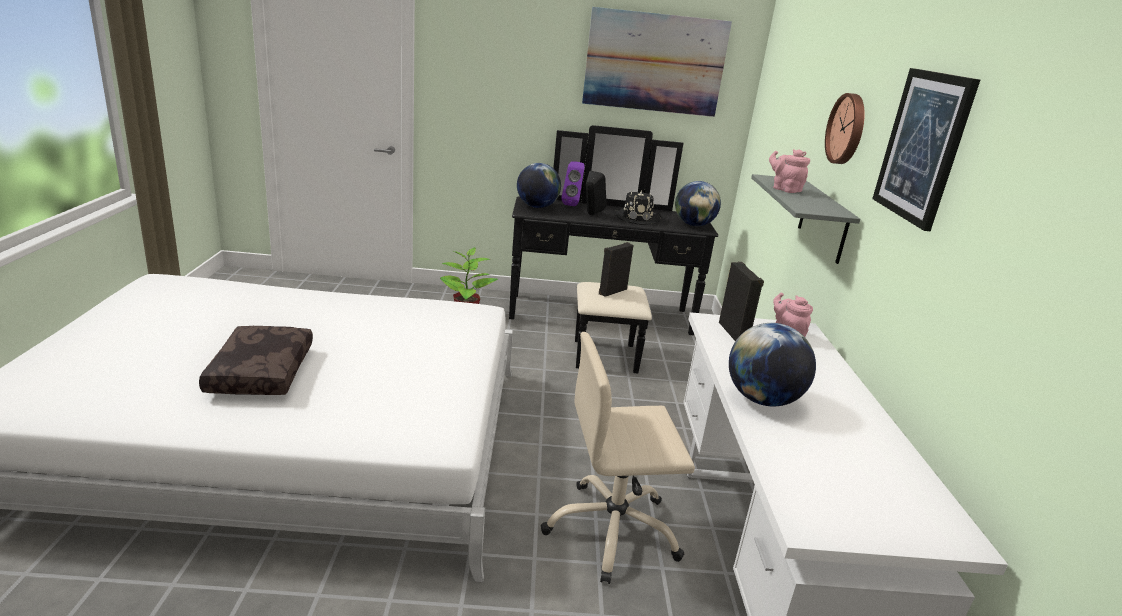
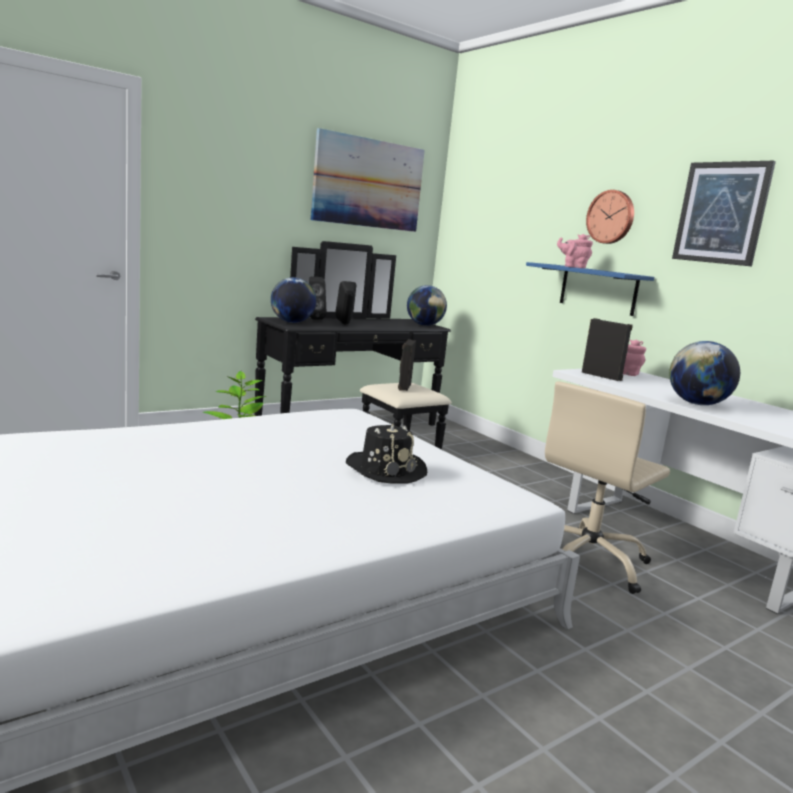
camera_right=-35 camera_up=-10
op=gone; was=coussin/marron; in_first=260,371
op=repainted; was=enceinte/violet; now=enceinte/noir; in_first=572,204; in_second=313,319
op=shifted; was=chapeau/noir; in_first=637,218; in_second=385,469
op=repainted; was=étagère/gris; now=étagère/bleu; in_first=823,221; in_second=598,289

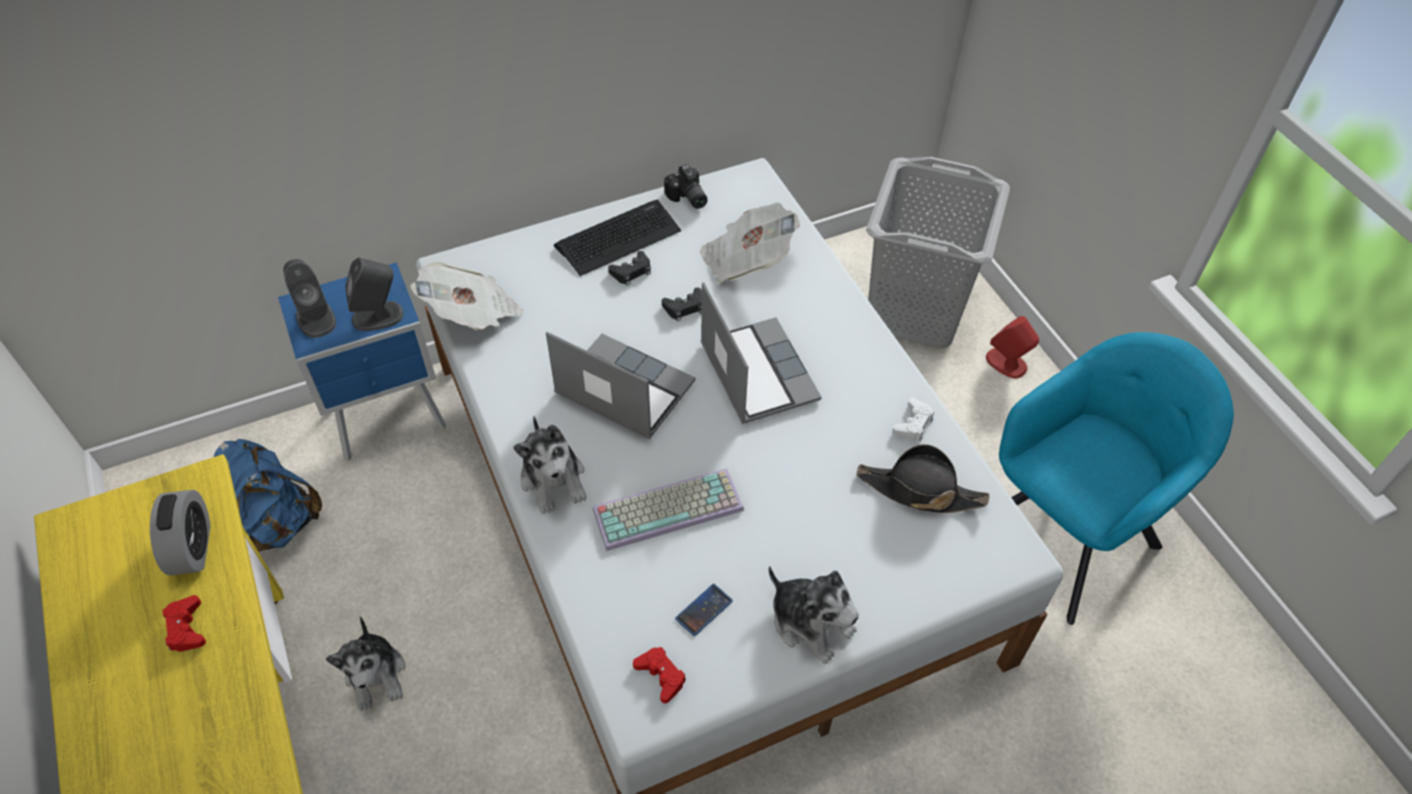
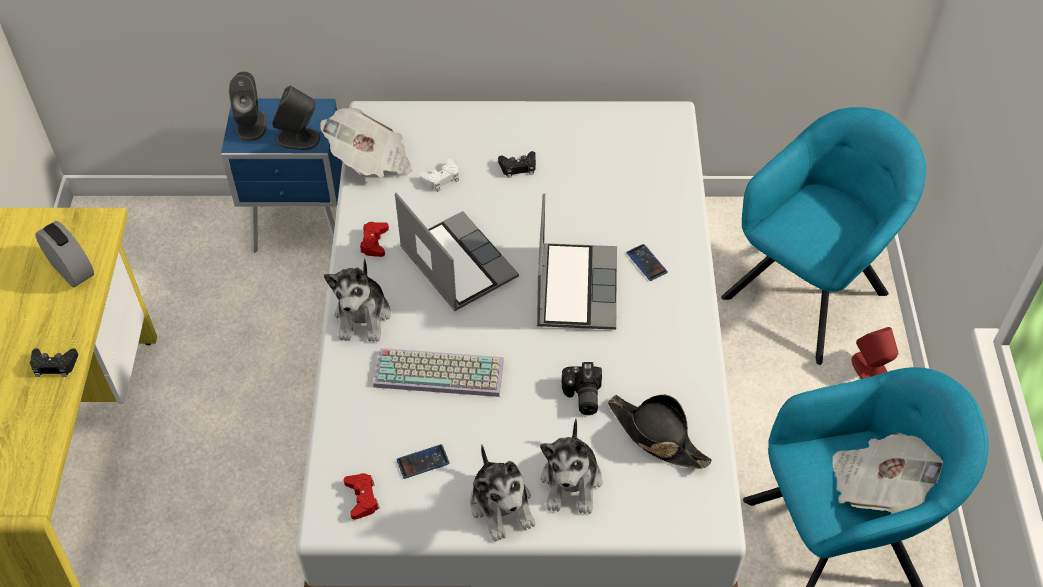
camera_right=25 camera_up=0
op=rotated; was=réveil; in_first=192,548; in_second=71,270; clockwise=-60
op=shifted; was=manette/rouge; in_first=186,628; in_second=374,242
op=gone; was=sac à dos/bleu; in_first=273,525
op=shifted; was=peluche; in_first=376,675; in_second=571,482
op=gone; was=clavier; in_first=618,238
op=shifted; was=manette/noir; in_first=685,308; in_second=54,365
op=shifted; was=appareil photo; in_first=687,198; in_second=581,396
op=shifted; was=journal; in_first=746,260; in_second=878,484
op=swapped; was=panier à linge/gris; now=fauteuil/turquoise; in_first=916,310; in_second=809,291
op=shifted; was=manette/blanc; in_first=913,424; in_second=441,178
op=new; now=téléphone; in_second=646,263

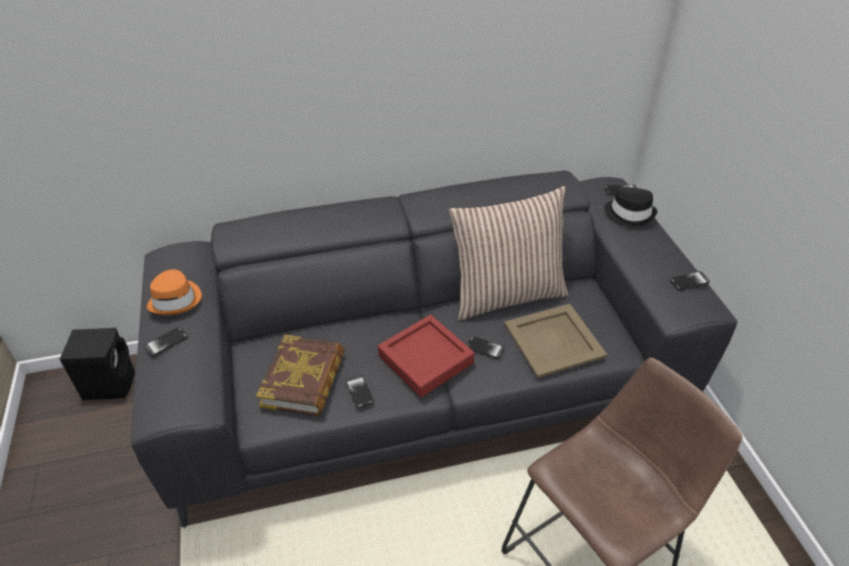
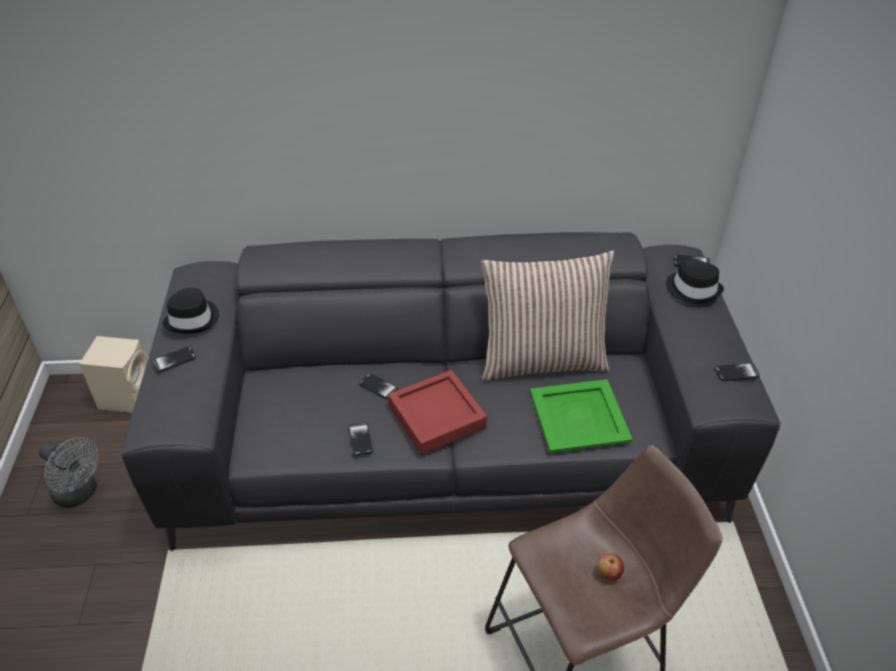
camera_right=10 camera_up=0
op=repainted; was=enceinte/noir; now=enceinte/beige; in_first=110,383; in_second=128,396
op=repainted; was=chapeau/orange; now=chapeau/noir; in_first=176,300; in_second=193,319
op=gone; was=livre; in_first=304,380
op=shifted; was=téléphone; in_first=485,348; in_second=378,387
op=repainted; was=plateau/beige; now=plateau/vert; in_first=554,339; in_second=580,415
op=new; now=ventilateur/gris; in_second=80,494
op=new; now=pomme; in_second=609,574

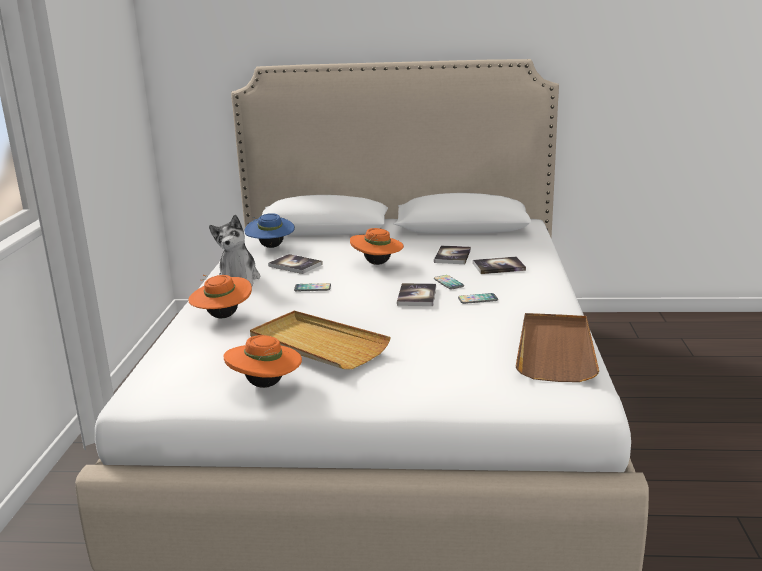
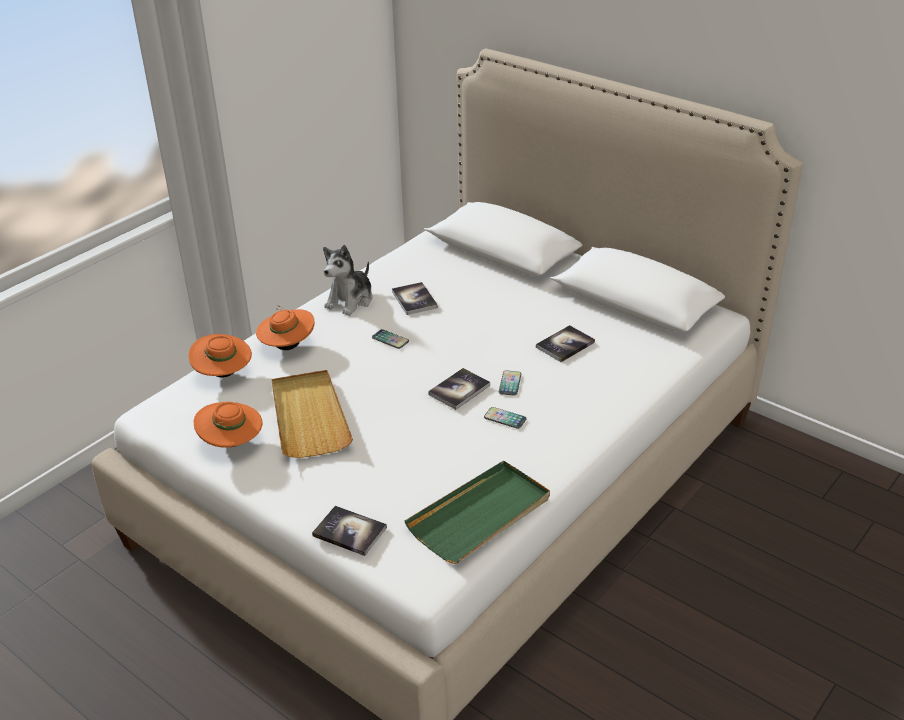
camera_right=35 camera_up=15
op=gone; was=chapeau/bleu; in_first=271,247
op=shifted; was=chapeau/orange; in_first=377,264; in_second=223,374
op=shifted; was=livre; in_first=498,267; in_second=349,532
op=repainted; was=plateau/marron; now=plateau/vert; in_first=555,350; in_second=480,515

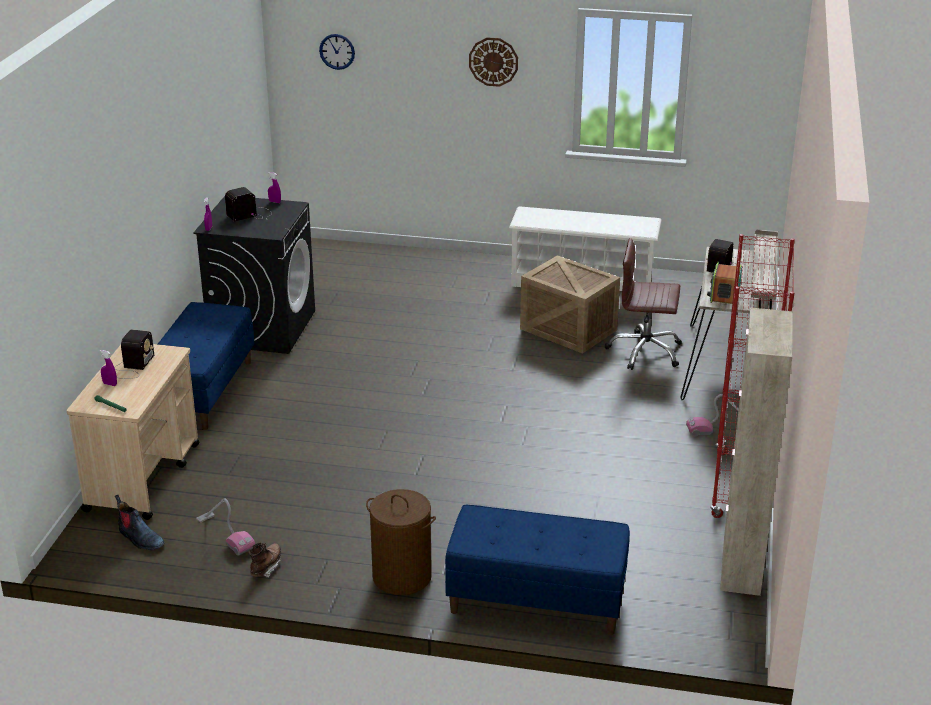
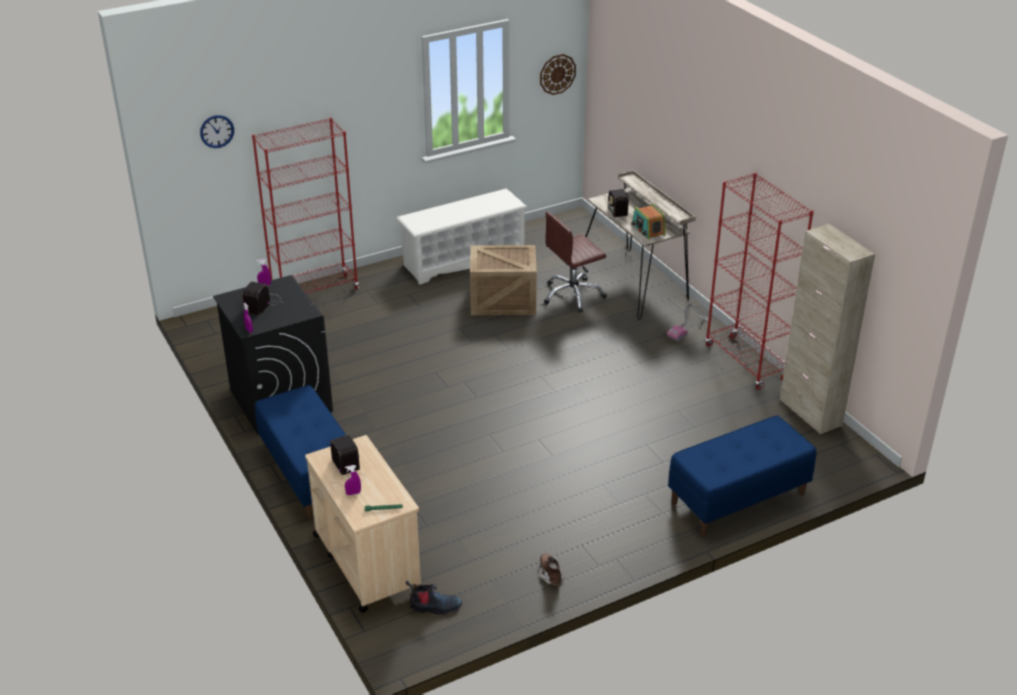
camera_right=-40 camera_up=5
op=gone; was=aspirateur; in_first=225,534
op=gone; was=panier à linge/marron; in_first=402,577
op=shifted; was=horloge murale; in_first=493,61; in_second=557,74
op=new; now=bibliothèque/rouge; in_second=315,292

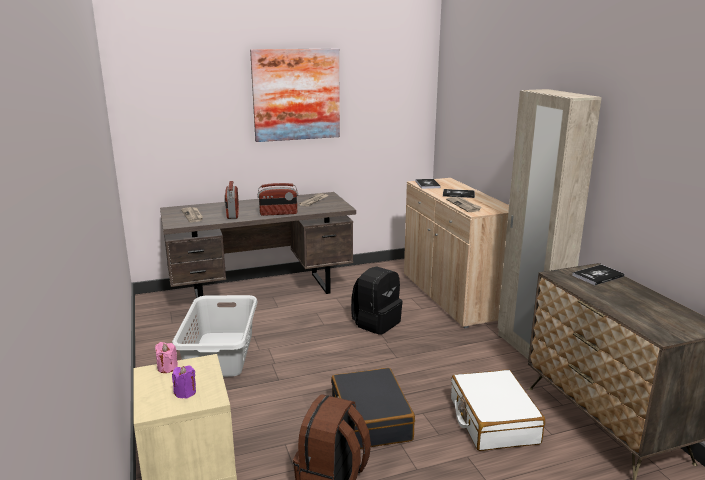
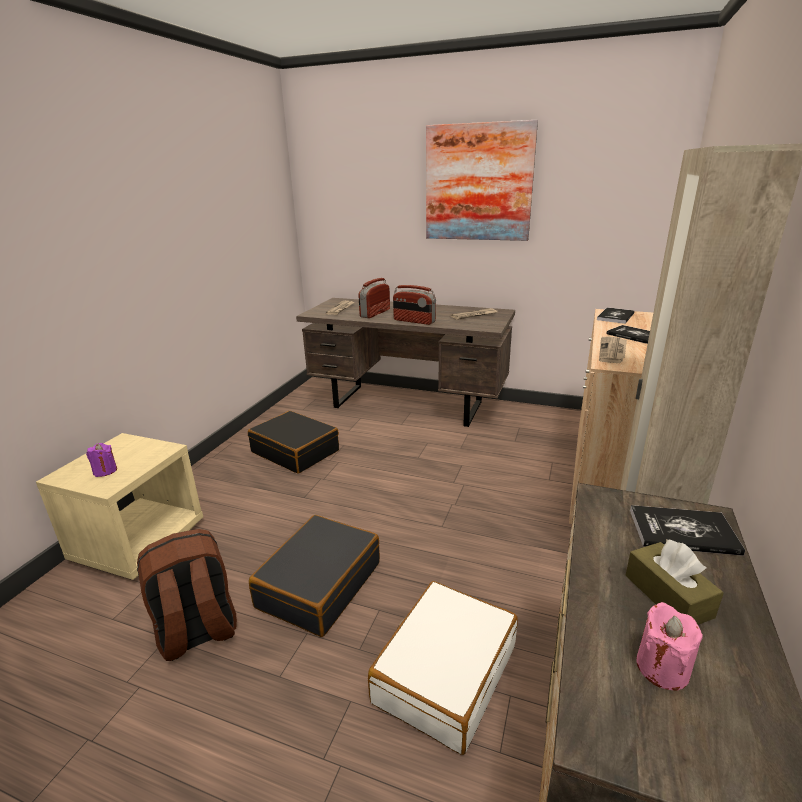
camera_right=40 camera_up=5
op=shifted; was=bougie/rose; in_first=167,368; in_second=662,668
op=swapped; was=panier à linge/gris; now=valise/noir; in_first=219,354; in_second=295,451
op=gone; was=sac à dos/noir; in_first=376,323
op=new; now=boîte à mouchoirs/marron; in_second=668,596

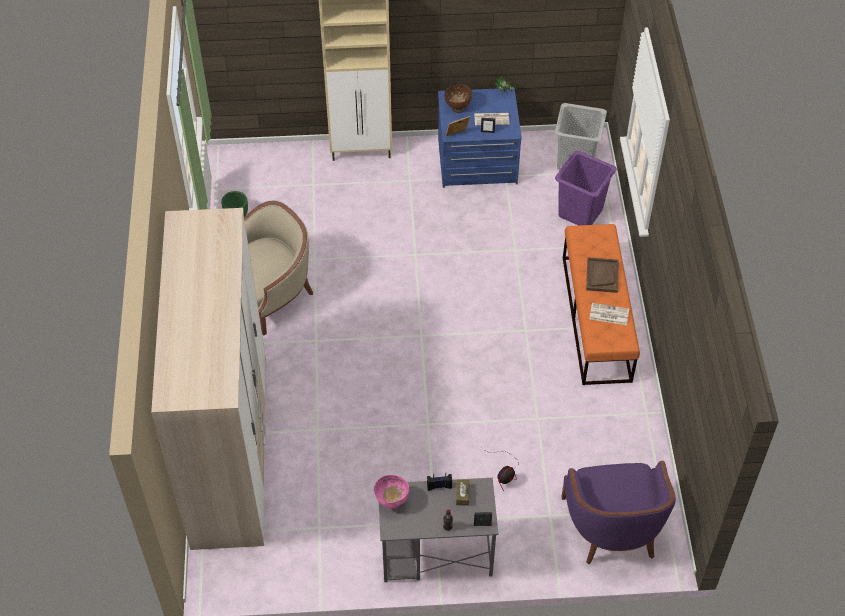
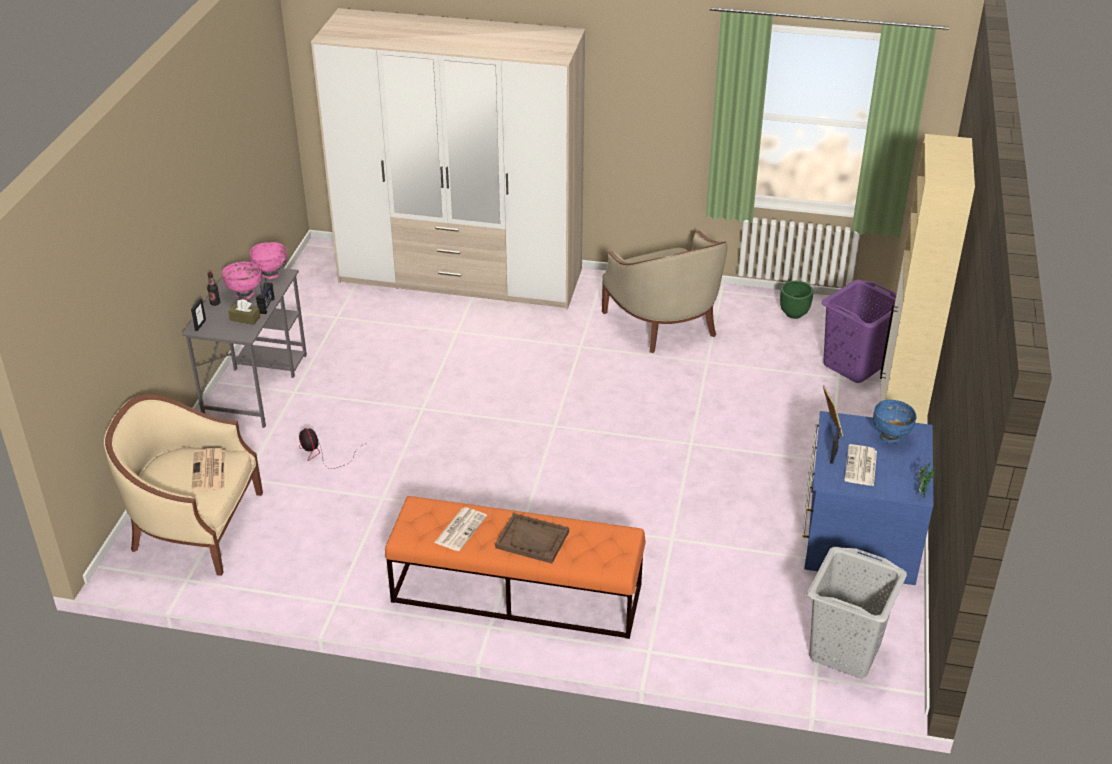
camera_right=105 camera_up=-15
op=repainted; was=bol/marron; now=bol/bleu; in_first=458,108; in_second=890,437
op=shifted; was=panier à linge/violet; in_first=580,212; in_second=853,365
op=repainted; was=fauteuil/violet; now=fauteuil/beige; in_first=613,526; in_second=195,527
op=new; now=journal; in_second=209,471
op=new; now=bol/rose; in_second=245,294

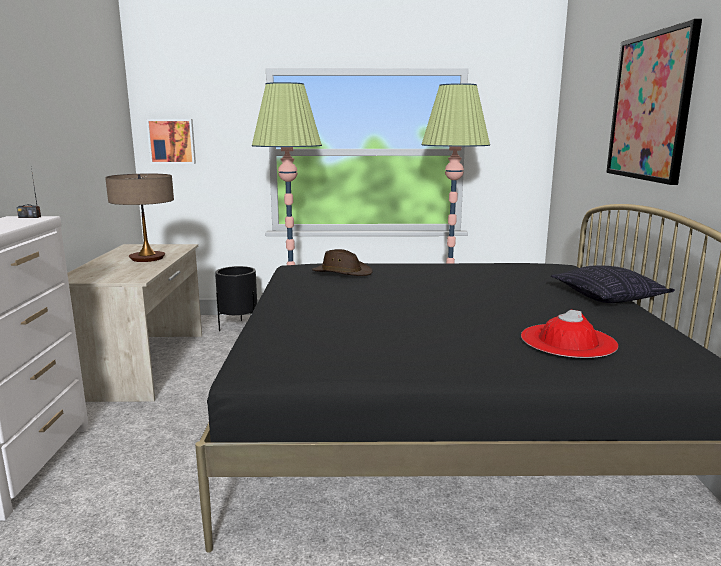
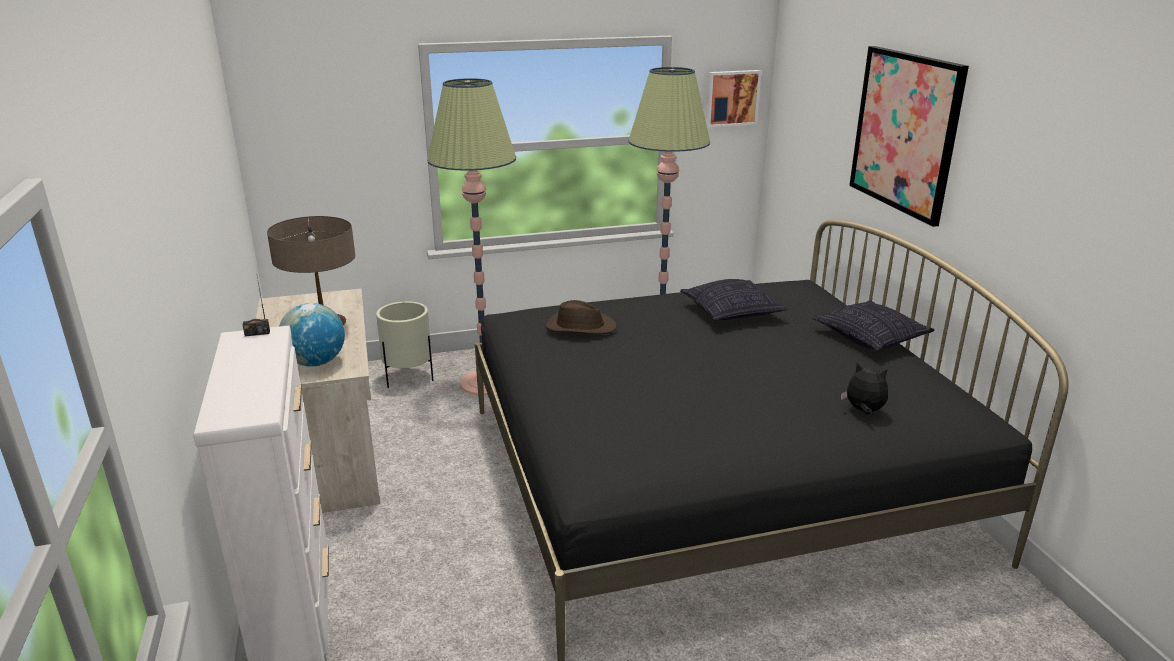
camera_right=-15 camera_up=10
op=shifted; was=tableau; in_first=172,141; in_second=731,98
op=repainted; was=cache-pot/noir; now=cache-pot/beige; in_first=238,327; in_second=408,378
op=swapped; was=chapeau/rouge; now=peluche; in_first=568,341; in_second=863,411
op=new; now=globe; in_second=315,362
op=new; now=coussin; in_second=731,313

